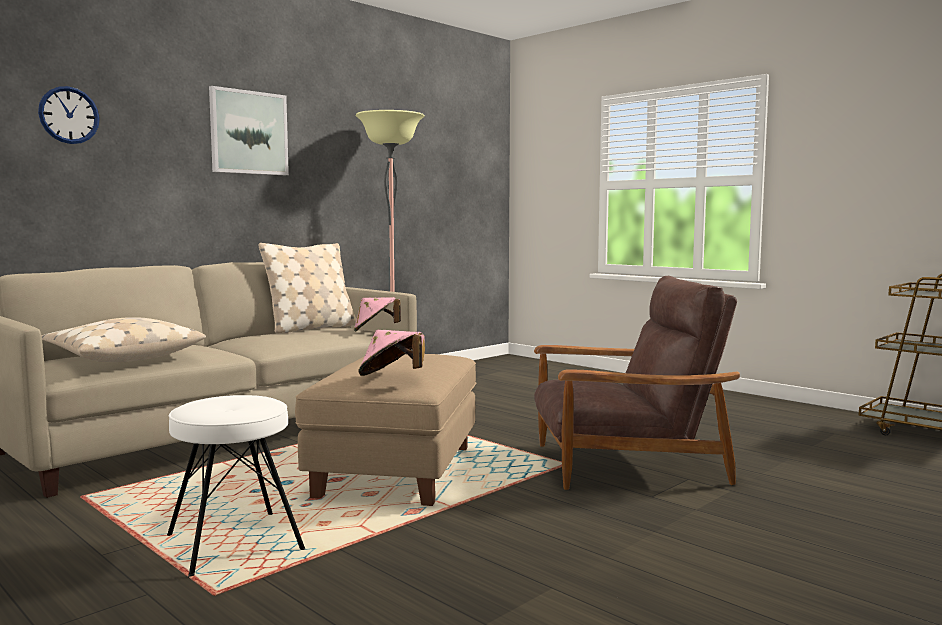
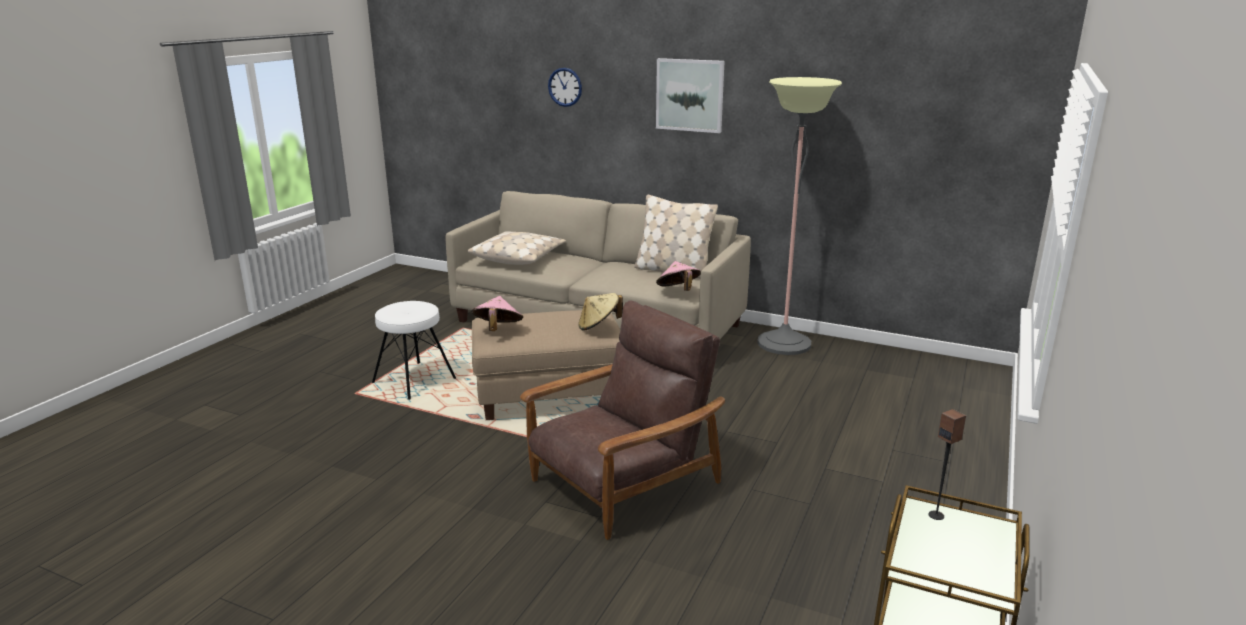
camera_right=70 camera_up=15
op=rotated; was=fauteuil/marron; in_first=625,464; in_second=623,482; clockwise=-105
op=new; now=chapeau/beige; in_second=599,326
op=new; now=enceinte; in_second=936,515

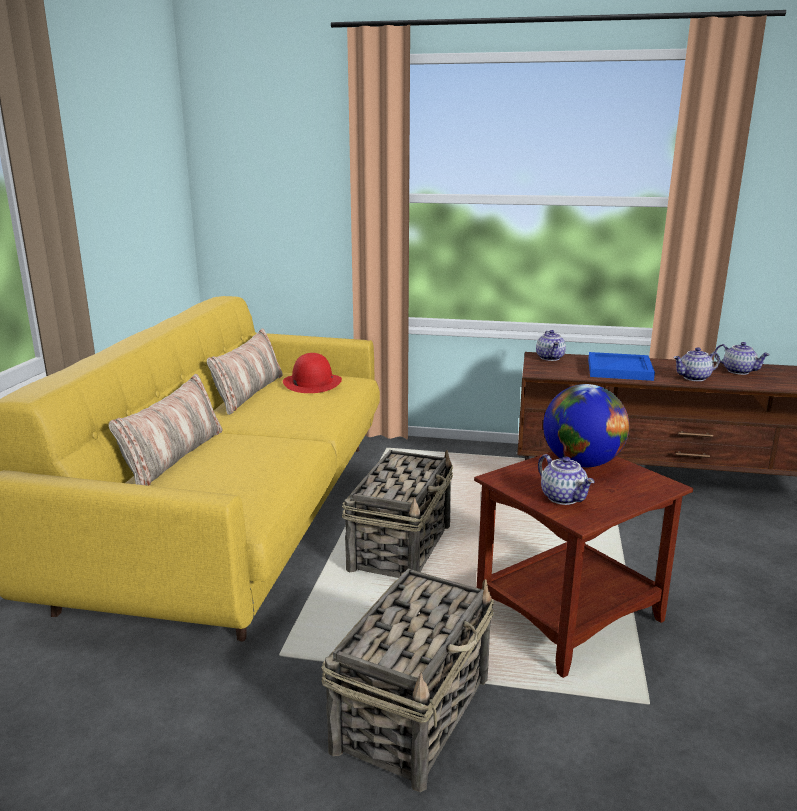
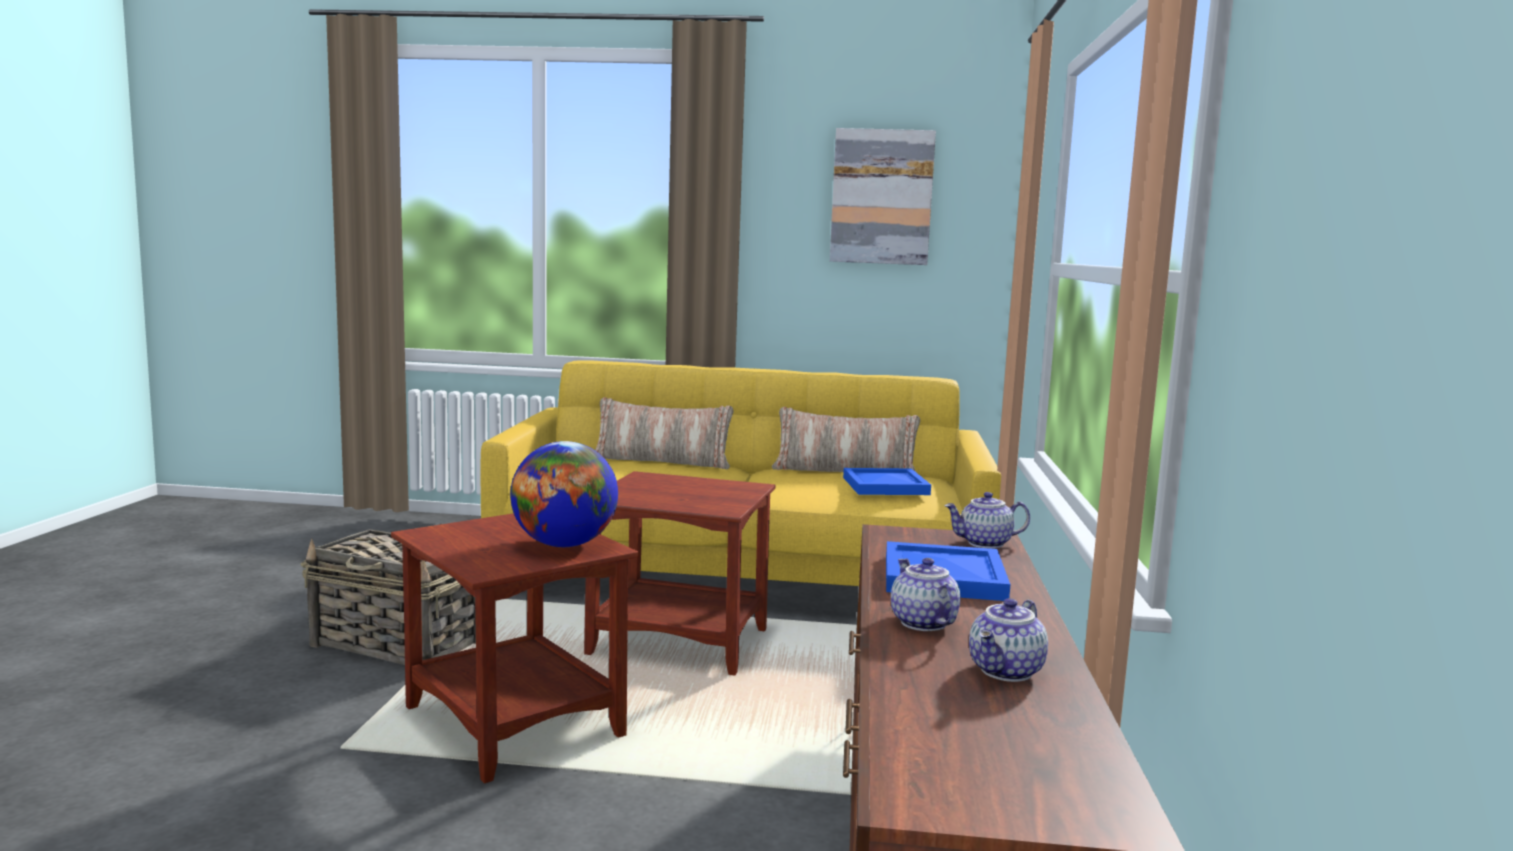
camera_right=85 camera_up=-10
op=swapped; was=chapeau/rouge; now=plateau/bleu; in_first=312,383; in_second=886,485
op=swapped; was=panier; now=table d'appoint/marron; in_first=401,547; in_second=679,641
op=gone; was=théière; in_first=564,498
op=new; now=tableau; in_second=881,197

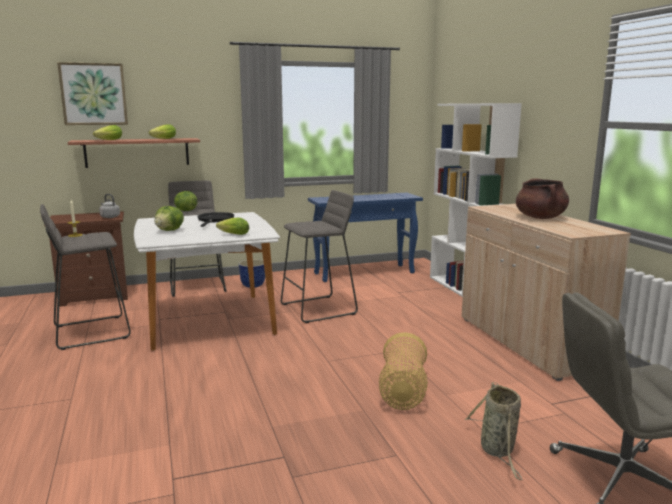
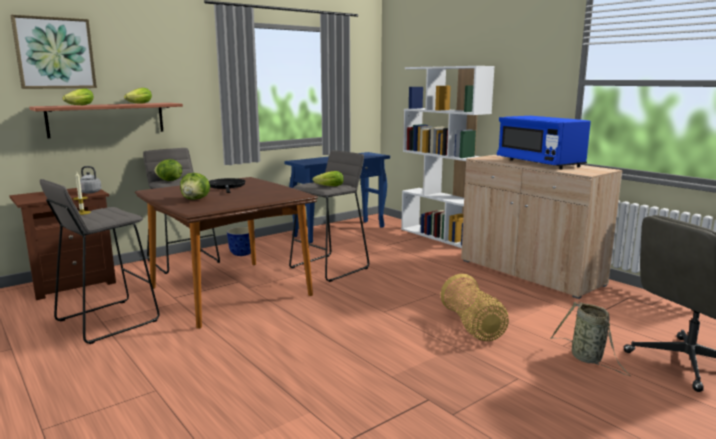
camera_right=-20 camera_up=0
op=repainted; was=table à manger/blanc; now=table à manger/marron; in_first=209,320; in_second=230,291
op=shifted; was=laitue; in_first=232,234; in_second=328,186
op=swapped; was=marmite/marron; now=micro-ondes/bleu; in_first=540,218; in_second=539,163

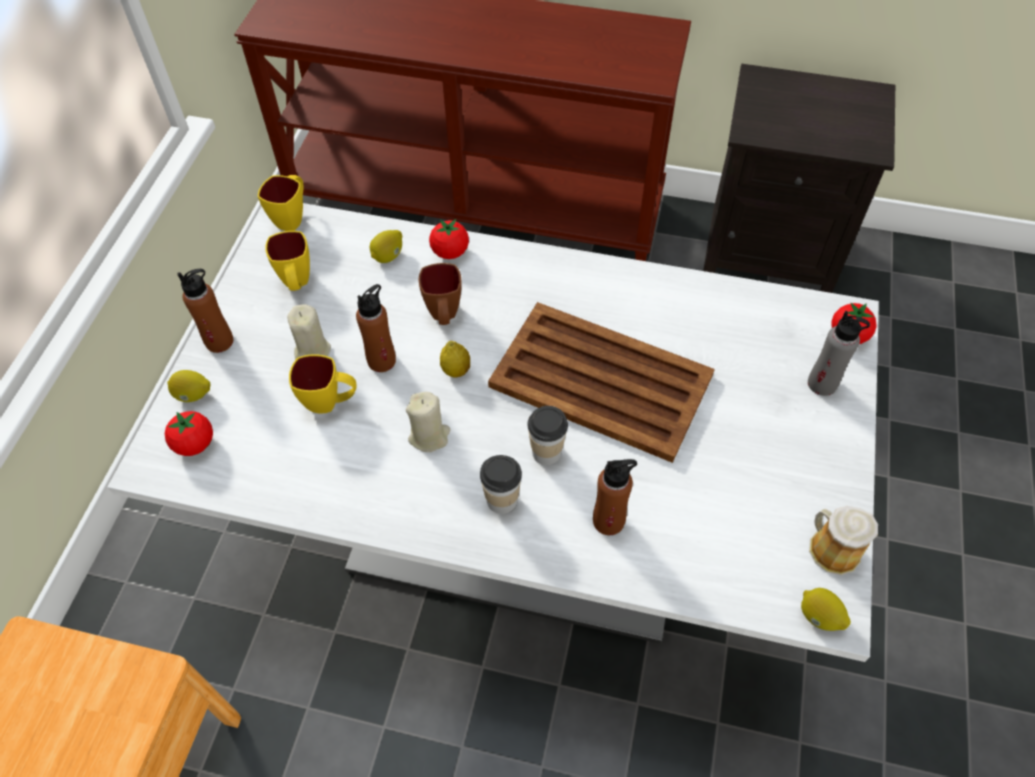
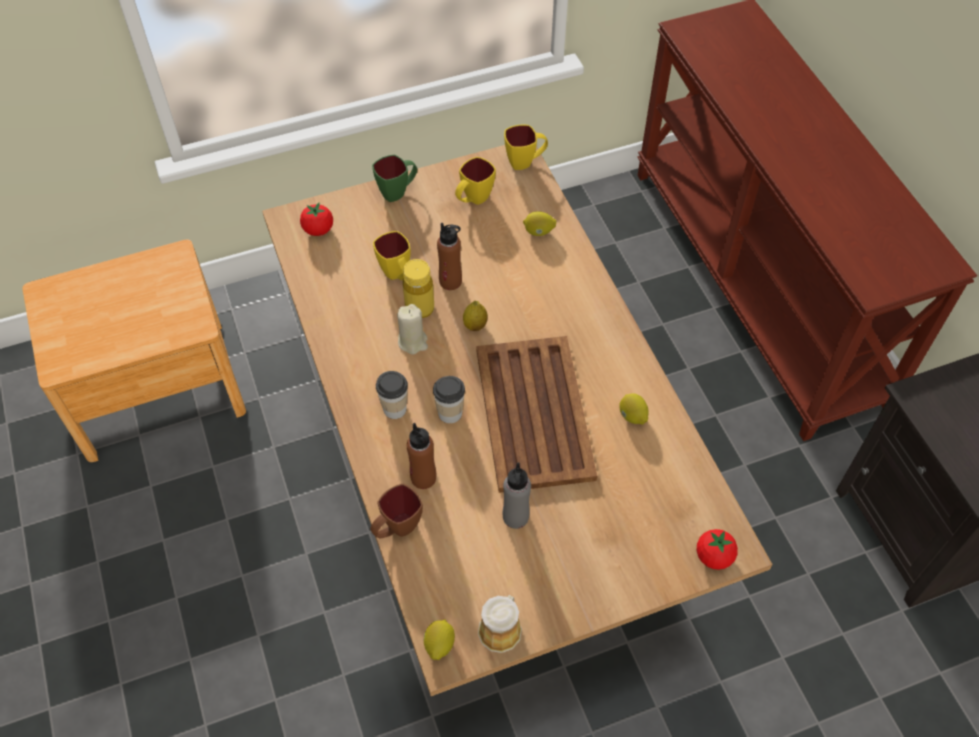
camera_right=55 camera_up=0
op=repainted; was=table à manger/blanc; now=table à manger/marron; in_first=519,529; in_second=489,492
op=shifted; was=citron; in_first=193,395; in_second=632,416
op=swapped; was=bouteille/marron; now=mug/vert; in_first=219,341; in_second=398,192
op=gone; was=bougie/beige; in_first=312,351
op=shifted; was=mug/marron; in_first=444,317; in_second=397,529
op=gone; was=tomate; in_first=450,252
op=shifted; was=bouteille/gris; in_first=822,383; in_second=515,517
op=new; now=bouteille/jaune; in_second=420,308

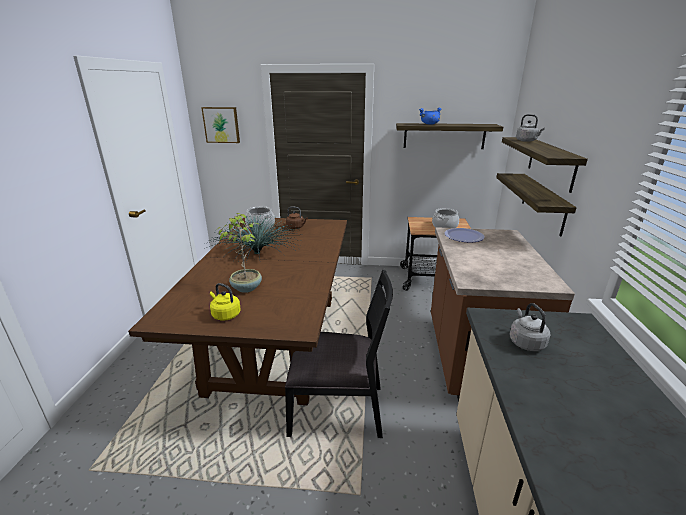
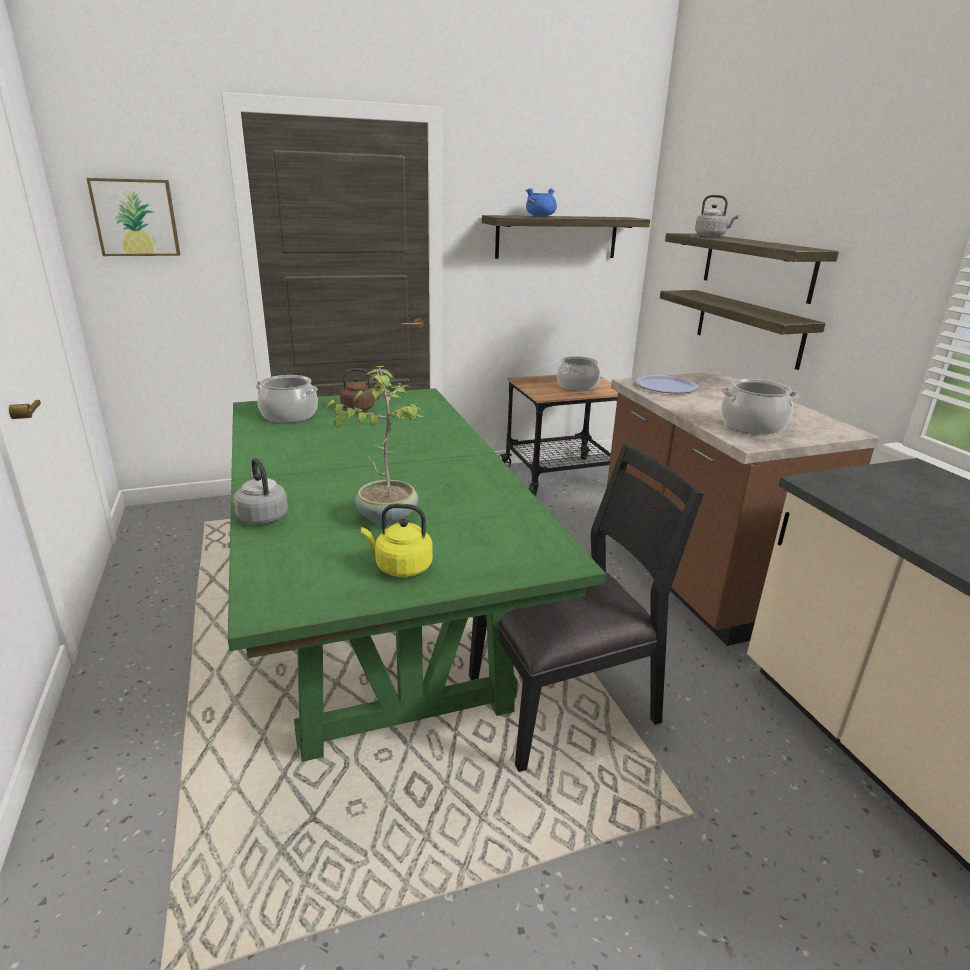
camera_right=-25 camera_up=0
op=repainted; was=table à manger/marron; now=table à manger/vert; in_first=276,342; in_second=378,626
op=gone; was=plante en pot; in_first=257,253
op=shifted; was=bouilloire/gris; in_first=525,342; in_second=262,516
op=new; now=marmite; in_second=752,425

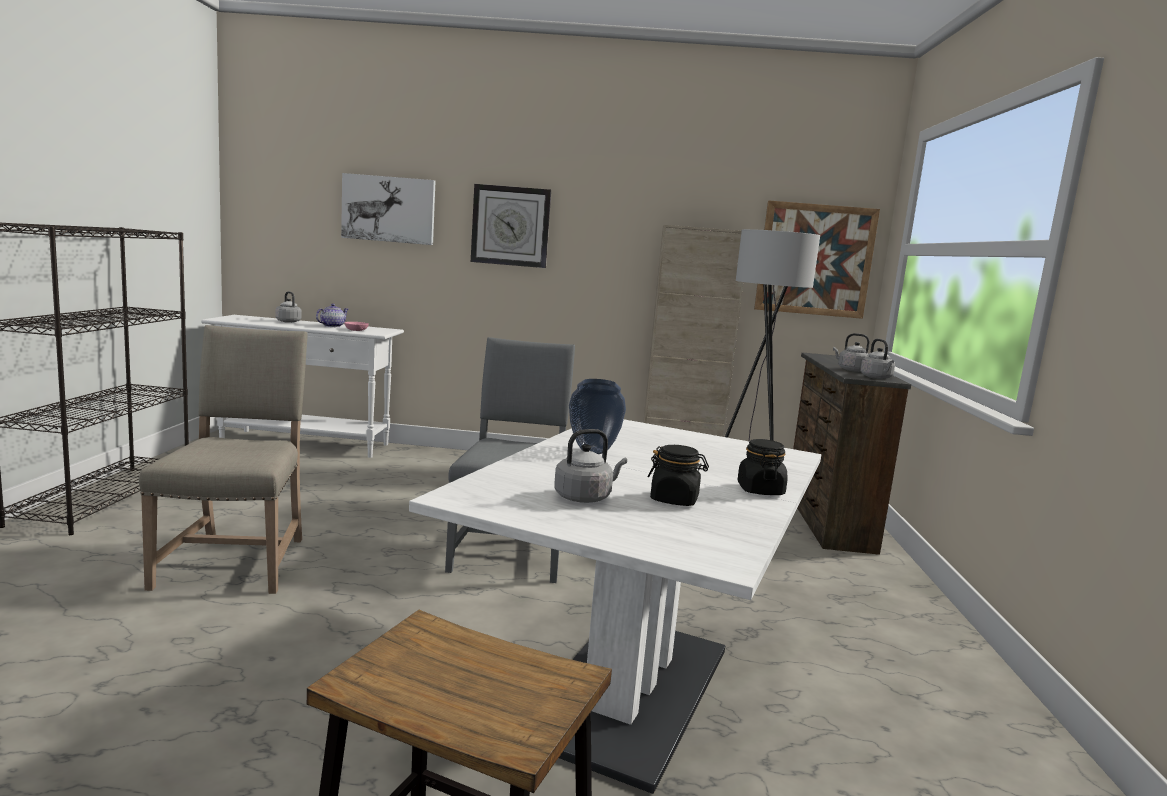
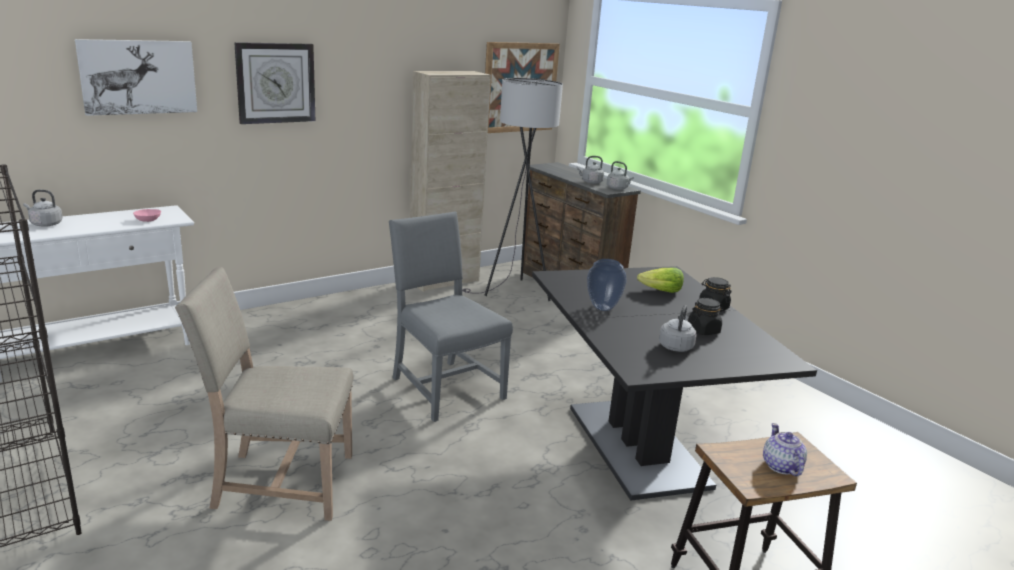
camera_right=-40 camera_up=10
op=rotated; was=chaise/beige; in_first=237,560; in_second=279,482; clockwise=-45
op=shifted; was=théière; in_first=332,326; in_second=781,466
op=repainted; was=table à manger/blanc; now=table à manger/noir; in_first=629,690; in_second=637,446
op=new; now=laitue; in_second=661,291

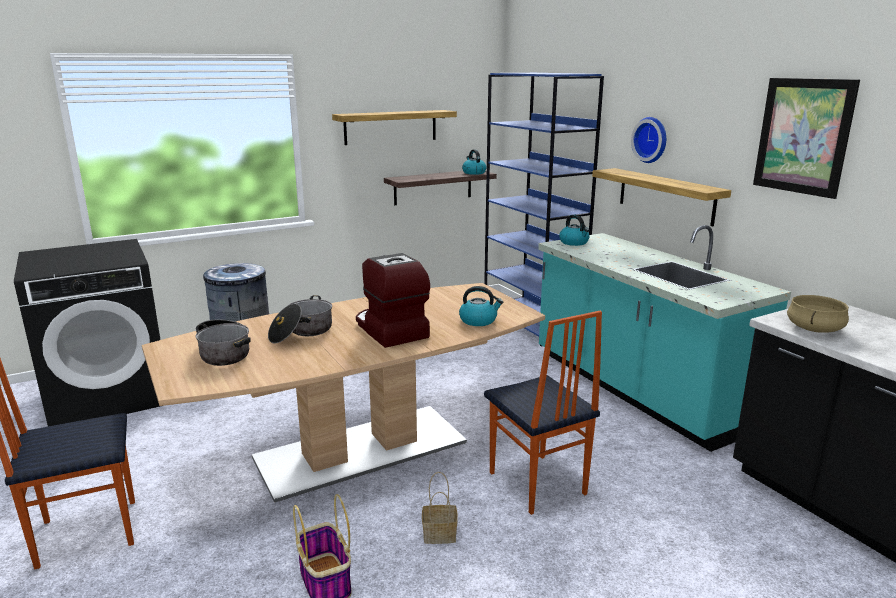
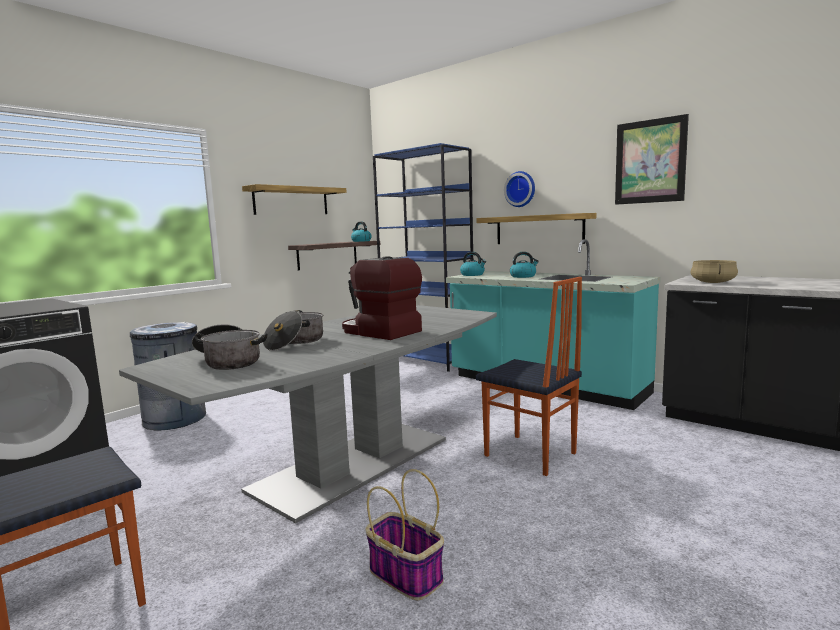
camera_right=-20 camera_up=-10
op=repainted; was=table à manger/marron; now=table à manger/gris; in_first=360,450; in_second=352,464
op=gone; was=panier; in_first=438,535
op=shifted; was=bouilloire; in_first=479,320; in_second=523,276

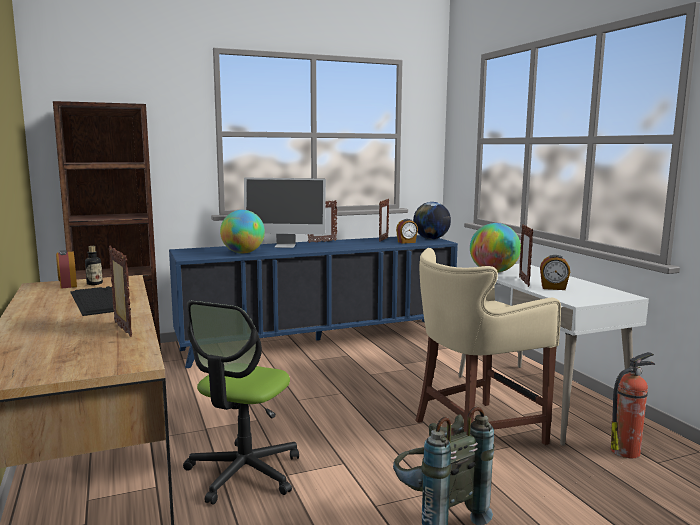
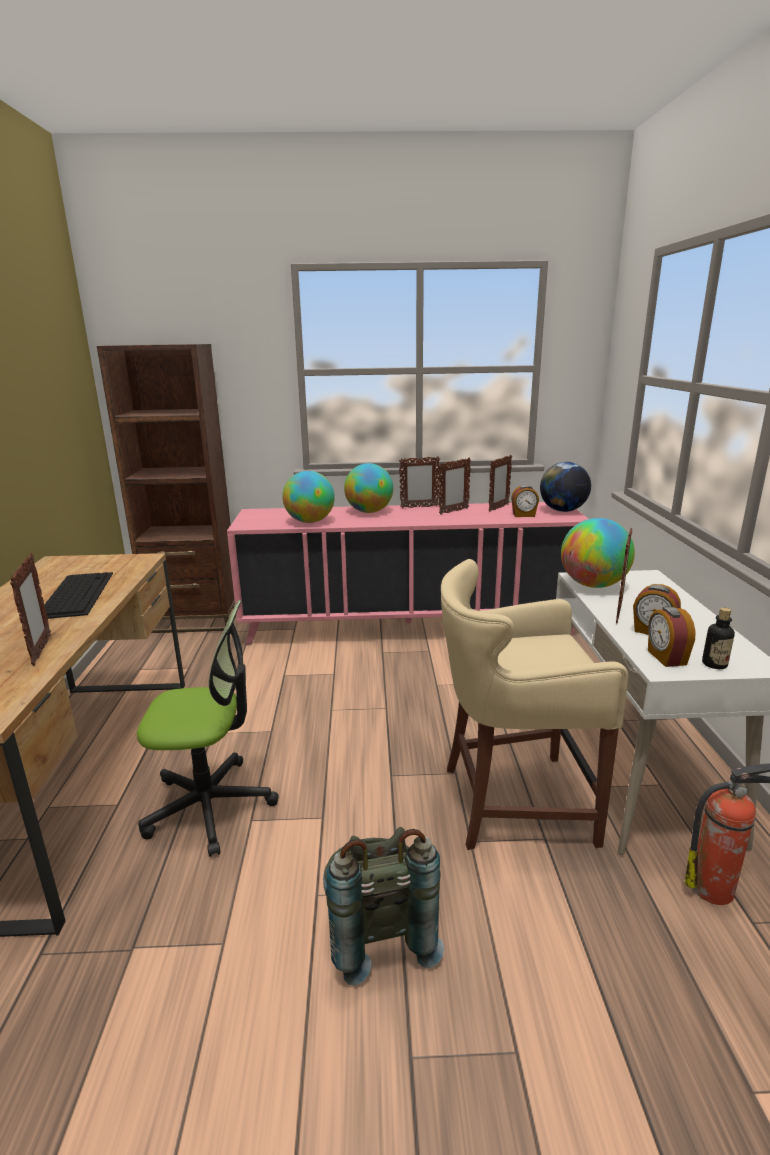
camera_right=20 camera_up=10
op=shifted; was=réveil; in_first=67,285; in_second=665,657
op=shifted; was=bouteille; in_first=94,283; in_second=714,664
op=repainted; was=meuble de rangement/bleu; now=meuble de rangement/rose; in_first=319,341; in_second=408,625
op=rotated; was=chaise de bureau; in_first=243,472; in_second=210,805; clockwise=-135
op=swapped; was=écran d'ordinateur; now=globe; in_first=285,246; in_second=369,512
op=new; now=cadre photo; in_second=453,511

